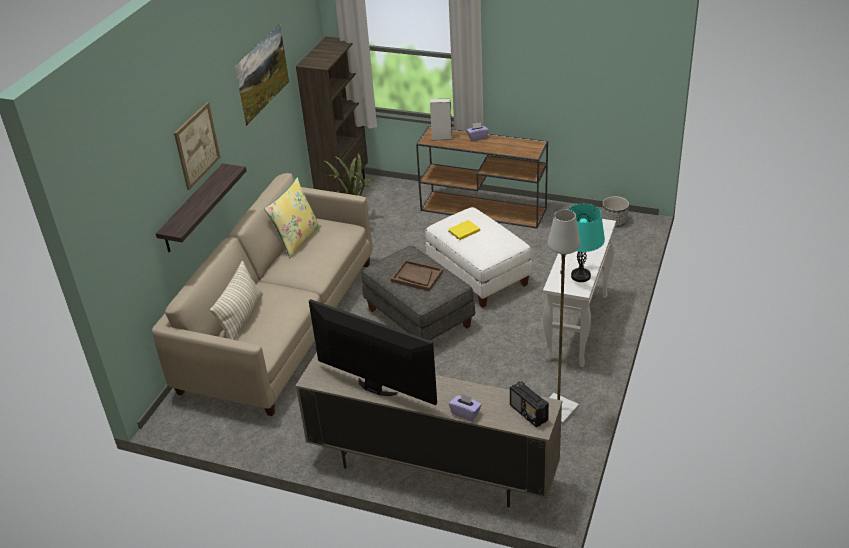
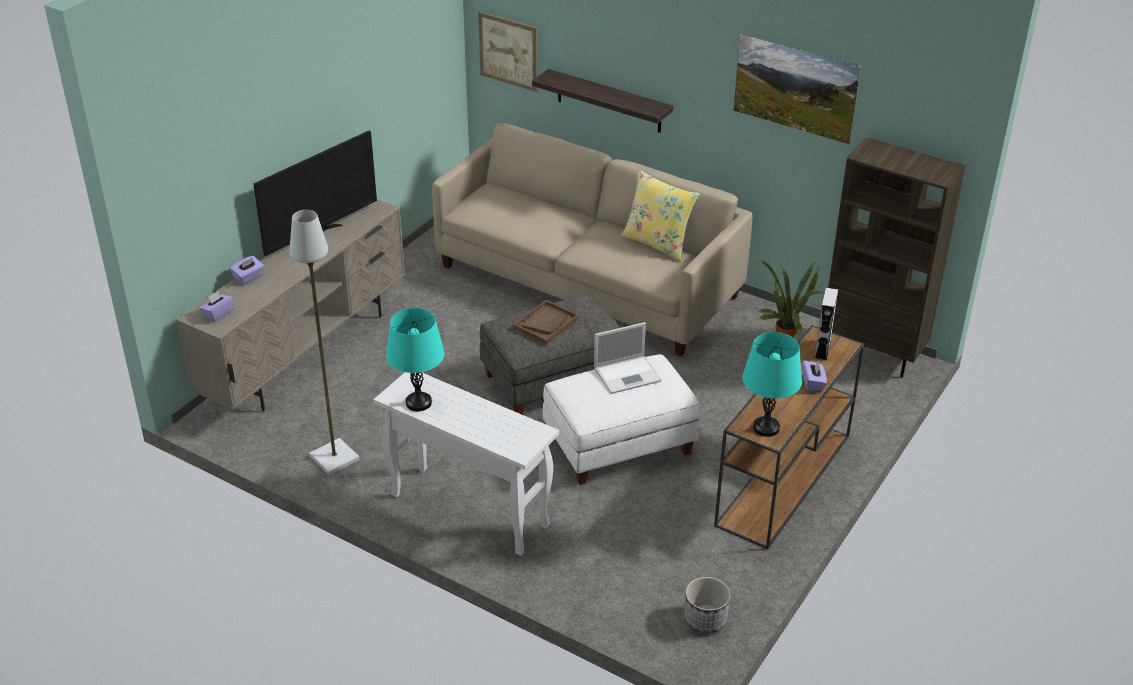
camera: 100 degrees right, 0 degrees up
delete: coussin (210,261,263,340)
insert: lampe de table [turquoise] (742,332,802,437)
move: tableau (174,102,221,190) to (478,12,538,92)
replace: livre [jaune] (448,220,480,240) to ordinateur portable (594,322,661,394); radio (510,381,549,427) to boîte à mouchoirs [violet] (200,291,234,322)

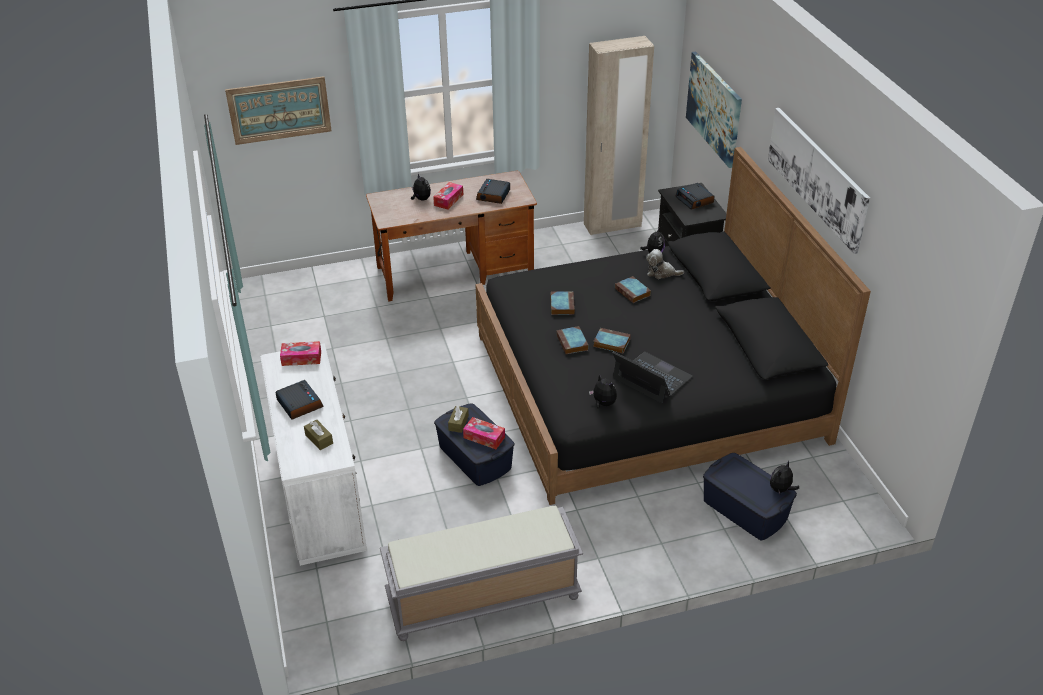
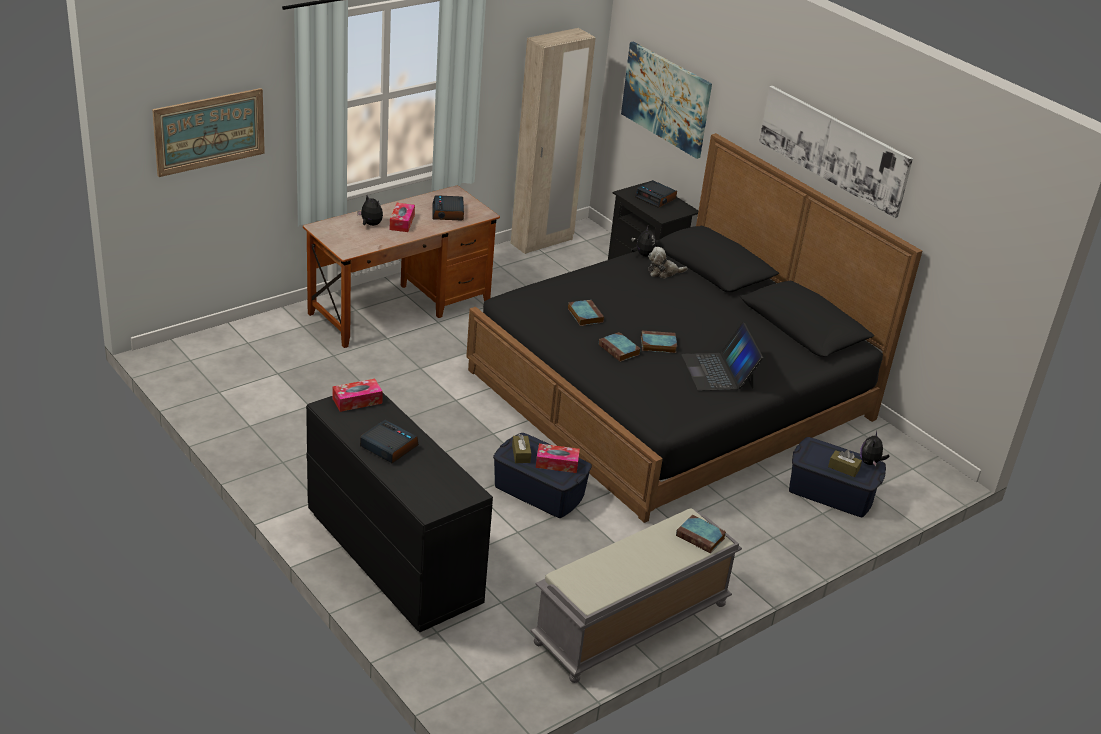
camera: 25 degrees left, 5 degrees down
delete: peluche (589,374,617,409)
move: livre (615,276,651,303) to (676,515,726,553); boîte à mouchoirs [marron] (304,420,333,450) to (828,450,862,477)
recolor: commode [blanc] (260,343,367,566) to commode [noir] (306,393,493,632)
rotate: ordinateur portable (612,351,693,403) = (682,322,763,391) 120 degrees counterclockwise

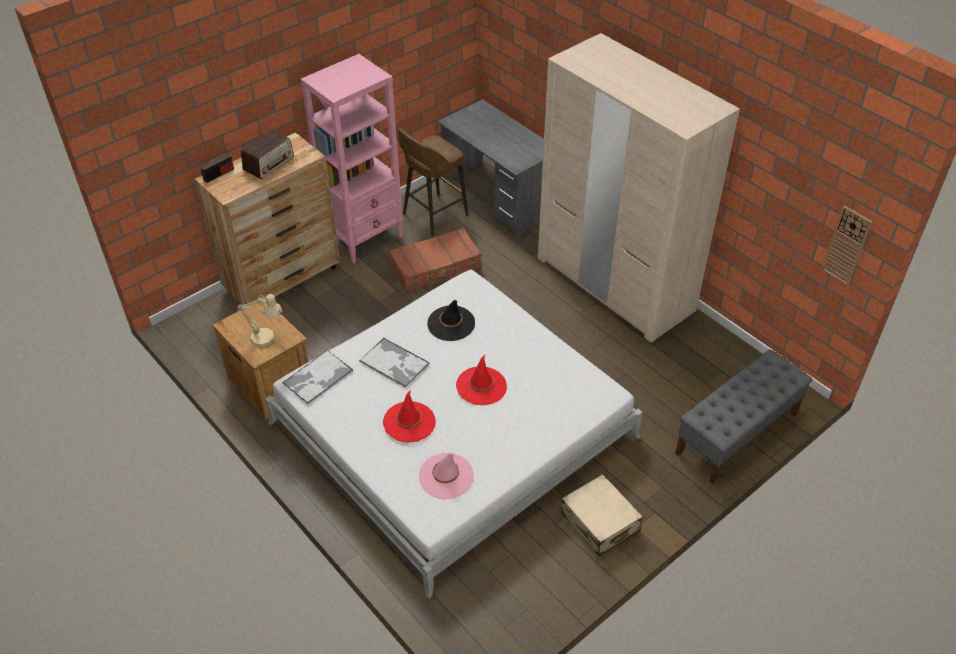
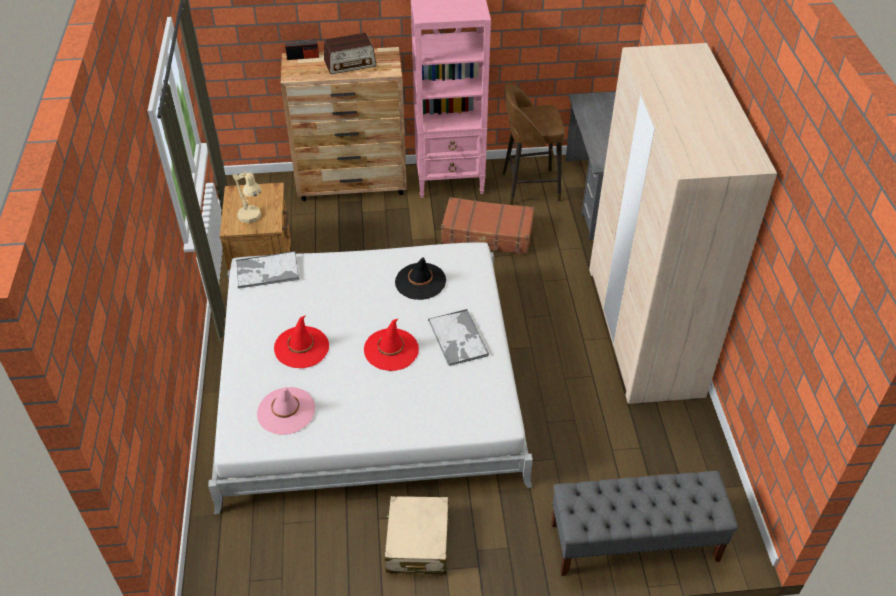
camera: 35 degrees right, 0 degrees up
delete: horloge murale (822,205,872,286)
move: plateau (359,338,430,388) to (428,309,489,366)

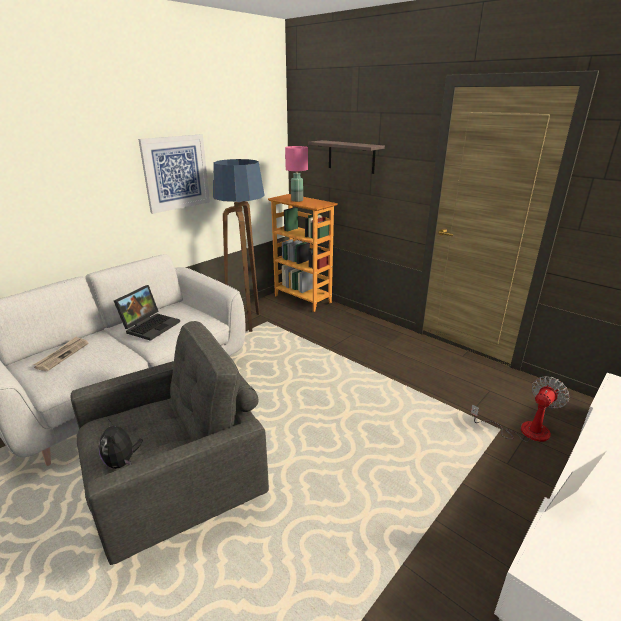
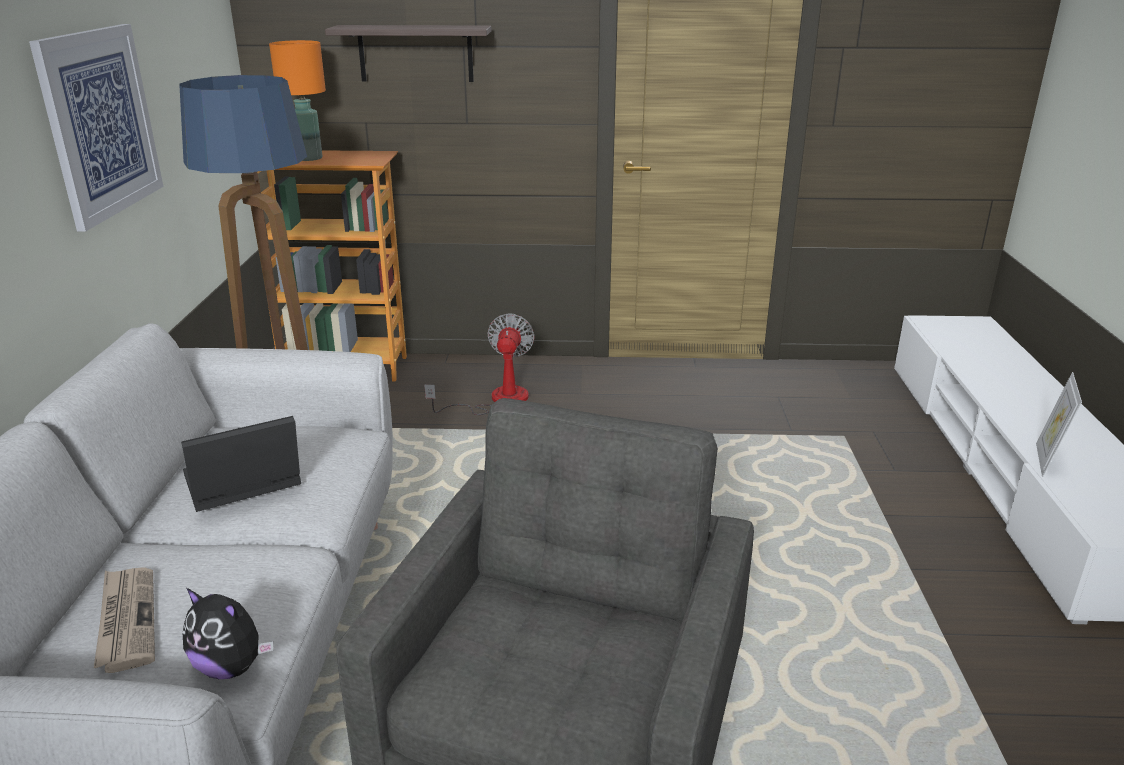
camera: 40 degrees left, 0 degrees up
move: ventilateur (471,376,569,442) to (424,314,535,415); peluche (99,419,143,469) to (183,588,273,679)
recolor: lampe de table [rose] (285,146,308,202) to lampe de table [orange] (269,40,326,161)
rotate: ordinateur portable (114,285,180,341) = (181,416,301,512) 105 degrees counterclockwise

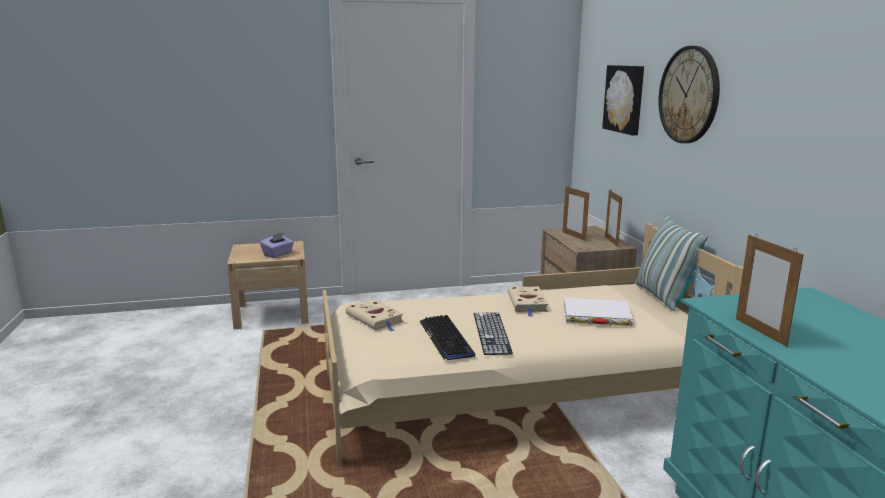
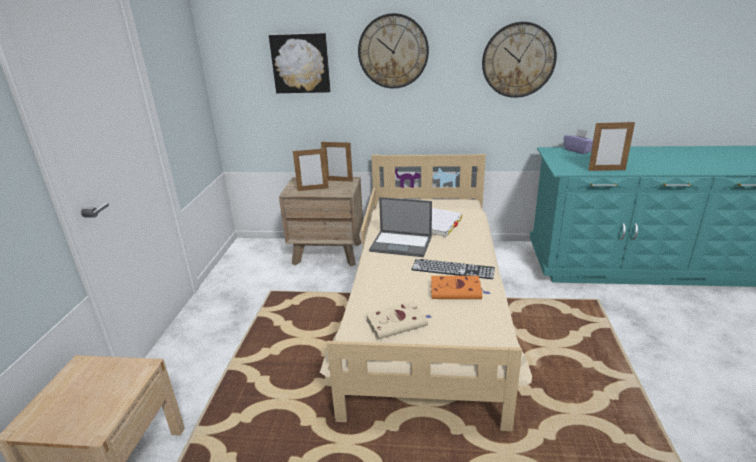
camera: 70 degrees left, 10 degrees up
delete: coussin (635,215,708,311)
insert: horloge murale (482,22,557,98)
move: boîte à mouchoirs [violet] (260,232,294,258) to (564,129,593,154)
replace: livre [beige] (508,286,549,317) to ordinateur portable (369,197,432,257); clavier (420,315,475,360) to livre [orange] (431,276,490,299)

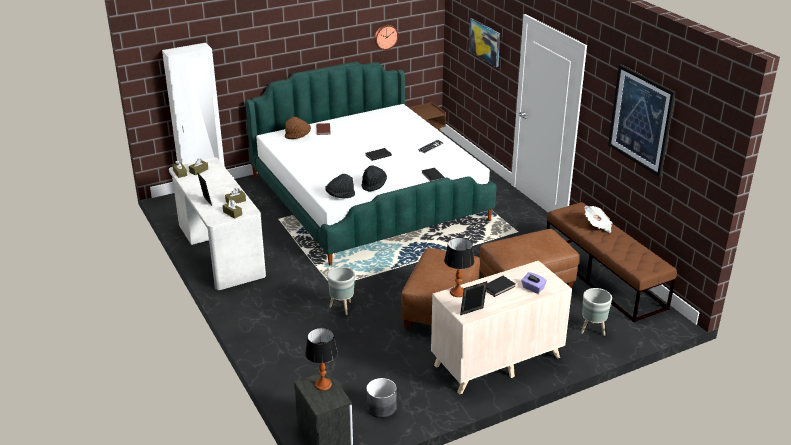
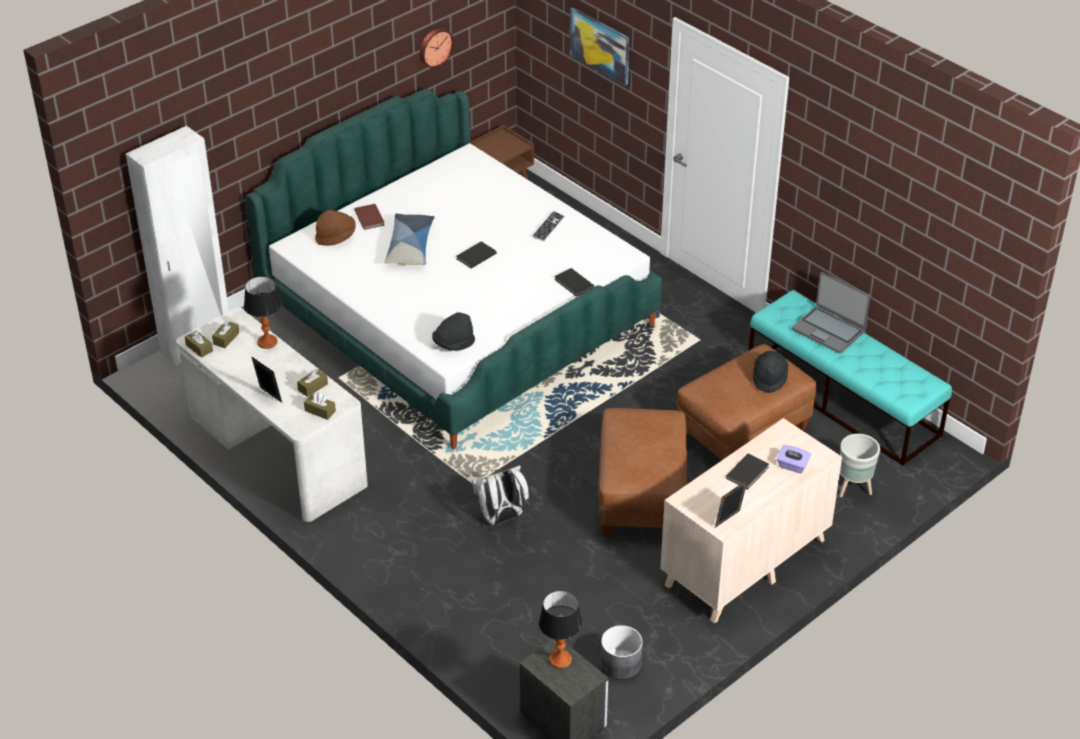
camera: 15 degrees left, 10 degrees up
delete: tableau (608,65,675,177)
insert: coussin (384,214,435,265)
move: chapeau [noir] (362,165,387,192) to (753,351,788,393); lampe de table (444,237,475,297) to (244,276,282,349)
replace: journal (585,206,612,233) to ordinateur portable (792,272,870,353); cache-pot [gris] (327,267,355,315) to sac à dos [blanc] (472,465,529,526)
recolor: banc [marron] (547,202,677,322) to banc [turquoise] (749,290,952,466)

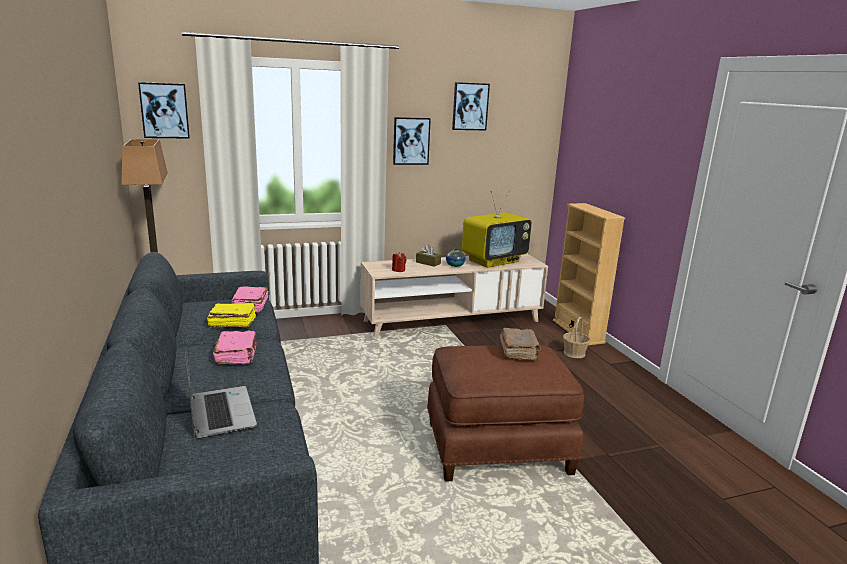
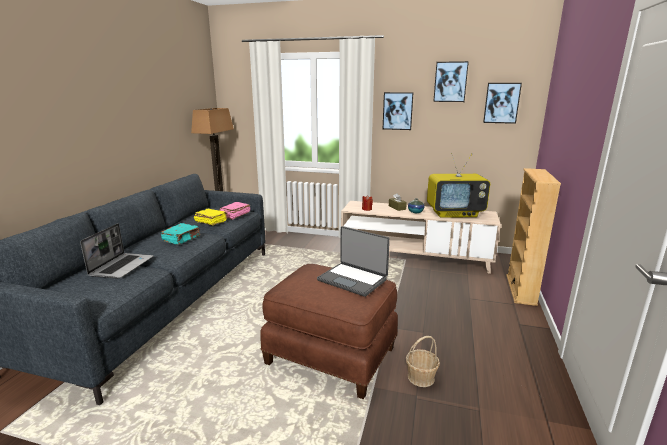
camera: 35 degrees right, 0 degrees up
move: tableau (138,82,190,139) to (483,83,522,124); panier (563,317,590,358) to (406,336,440,387)
replace: livre [marron] (500,328,541,361) to ordinateur portable (317,226,390,297)
recolor: livre [rose] (213,330,257,364) to livre [turquoise] (161,223,200,245)

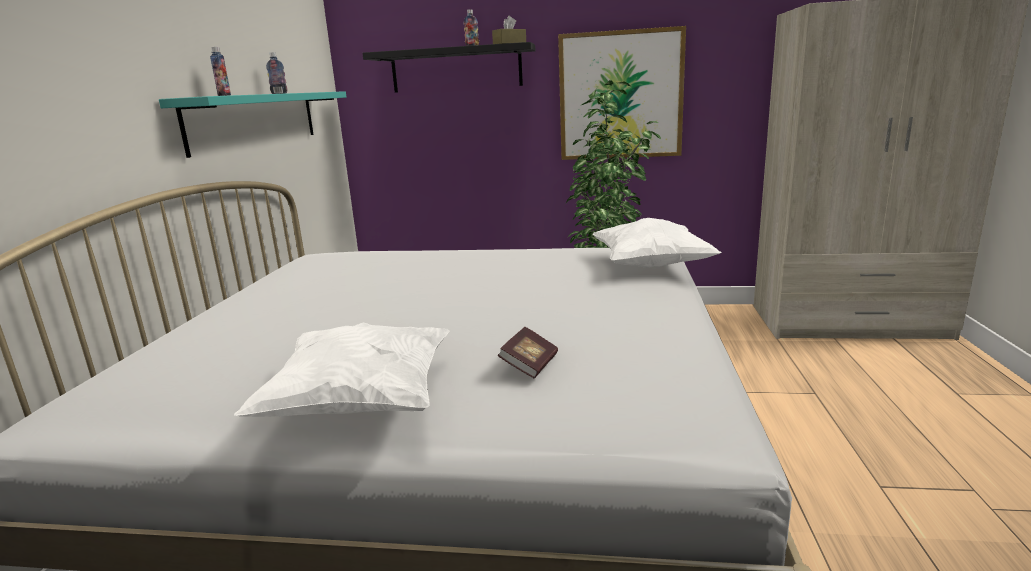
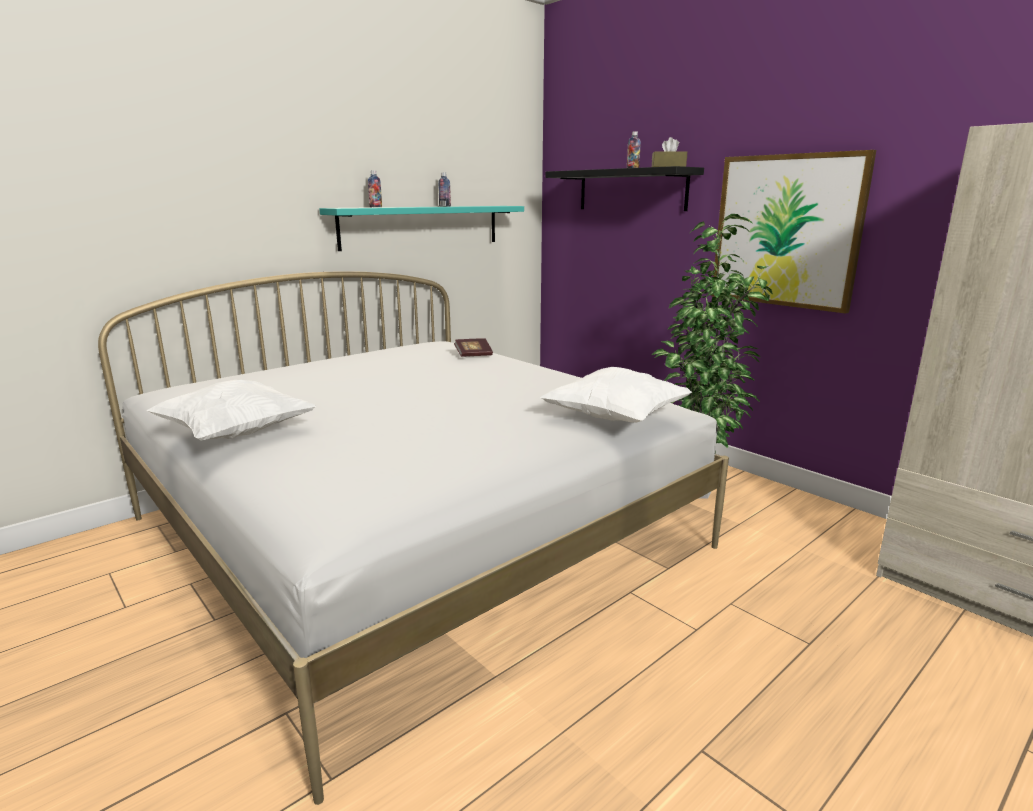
camera: 40 degrees right, 0 degrees up
move: livre (498,327,558,378) to (454,339,493,357)

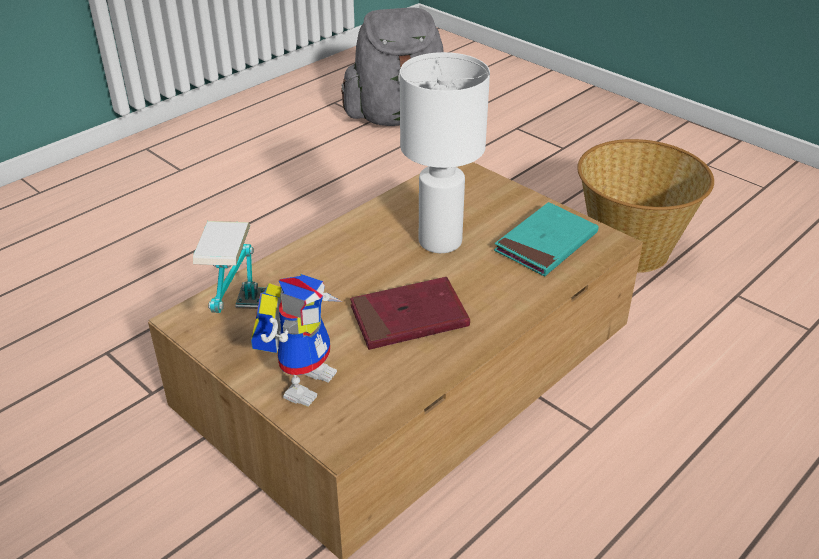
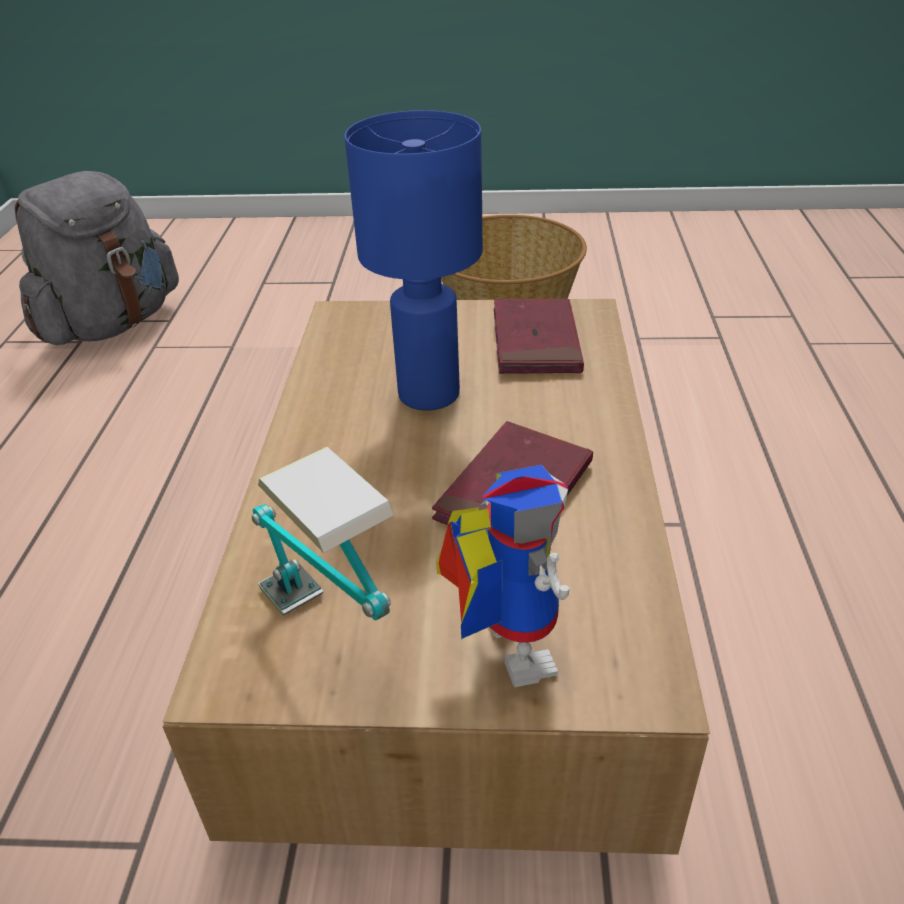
camera: 40 degrees left, 0 degrees up
recolor: lampe de table [blanc] (400,52,490,253) to lampe de table [bleu] (344,110,483,410); livre [turquoise] (494,202,599,276) to livre [rouge] (494,298,584,374)

